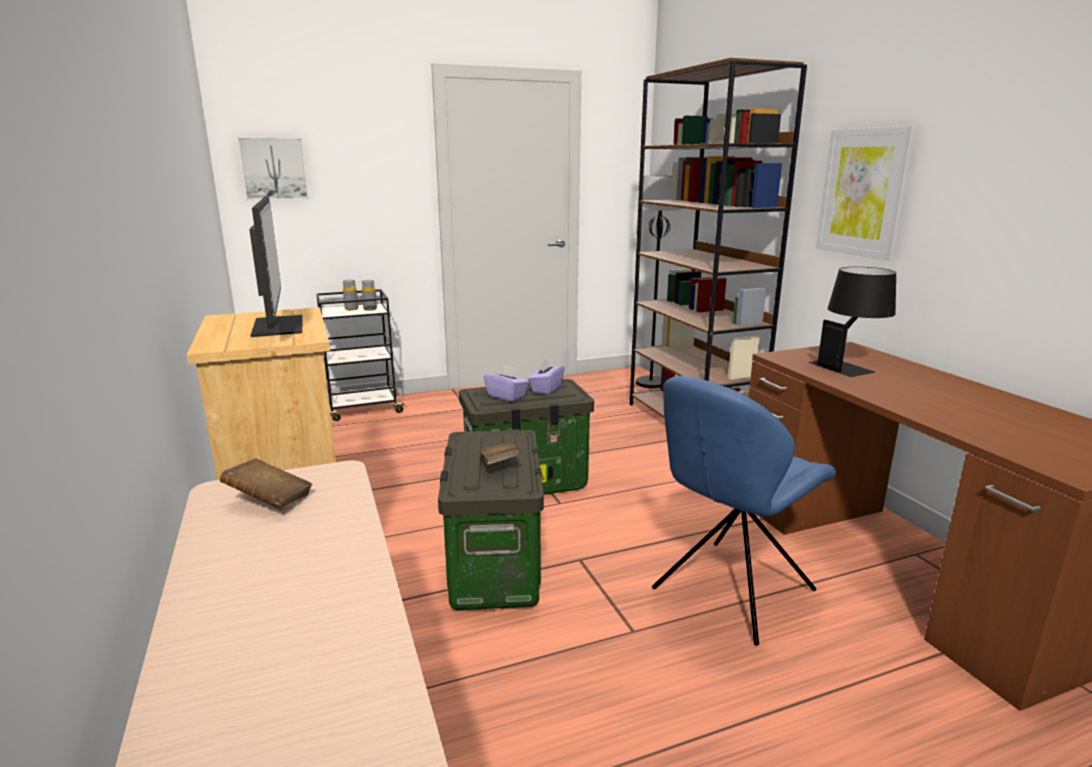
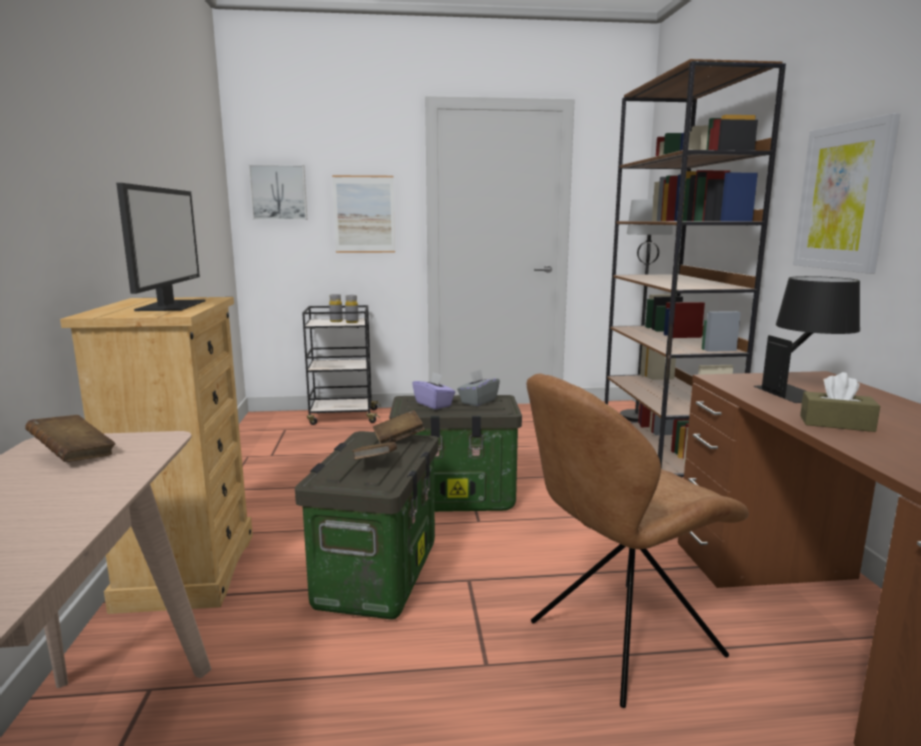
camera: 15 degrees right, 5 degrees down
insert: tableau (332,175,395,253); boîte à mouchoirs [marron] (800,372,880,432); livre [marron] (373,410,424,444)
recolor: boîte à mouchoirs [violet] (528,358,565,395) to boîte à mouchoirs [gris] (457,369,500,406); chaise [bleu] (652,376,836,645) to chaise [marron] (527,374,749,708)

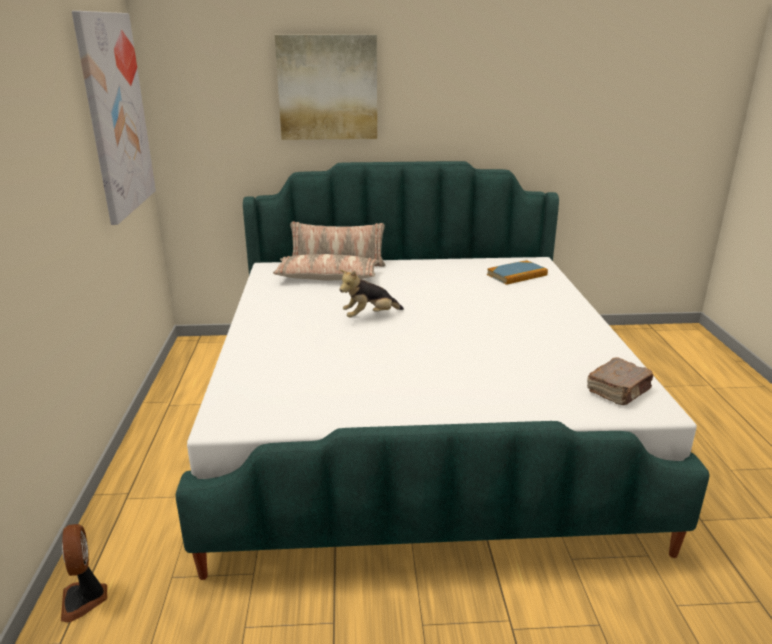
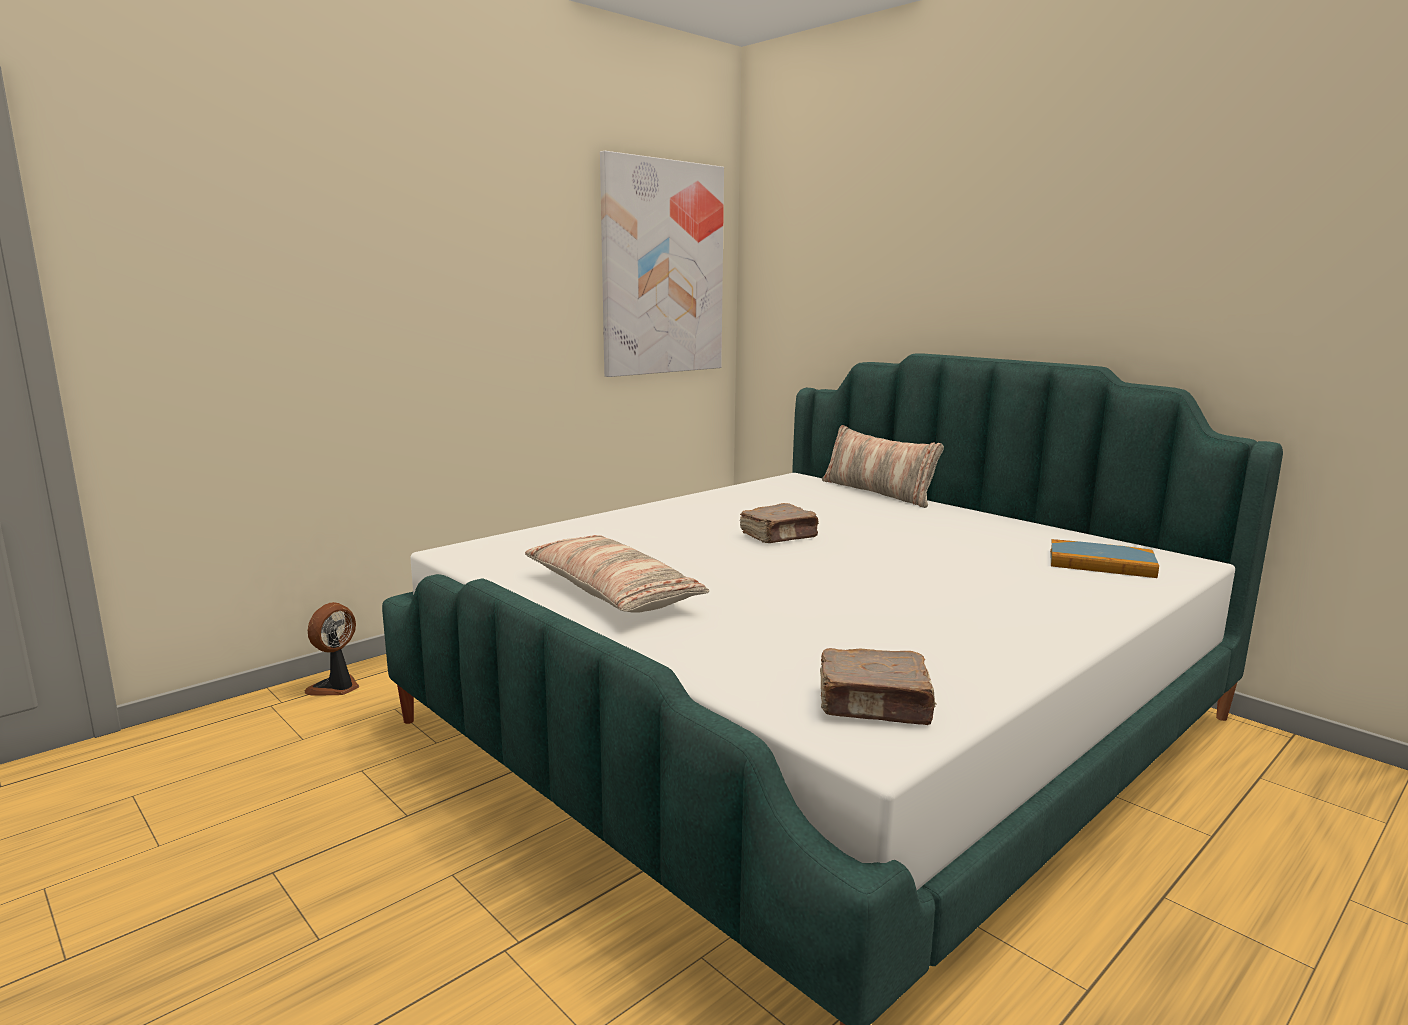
camera: 50 degrees right, 10 degrees down
delete: tableau (275,35,377,140)
move: coussin (273,254,380,281) to (525,535,709,613)
replace: peluche (339,270,404,318) to livre [marron] (740,503,819,543)

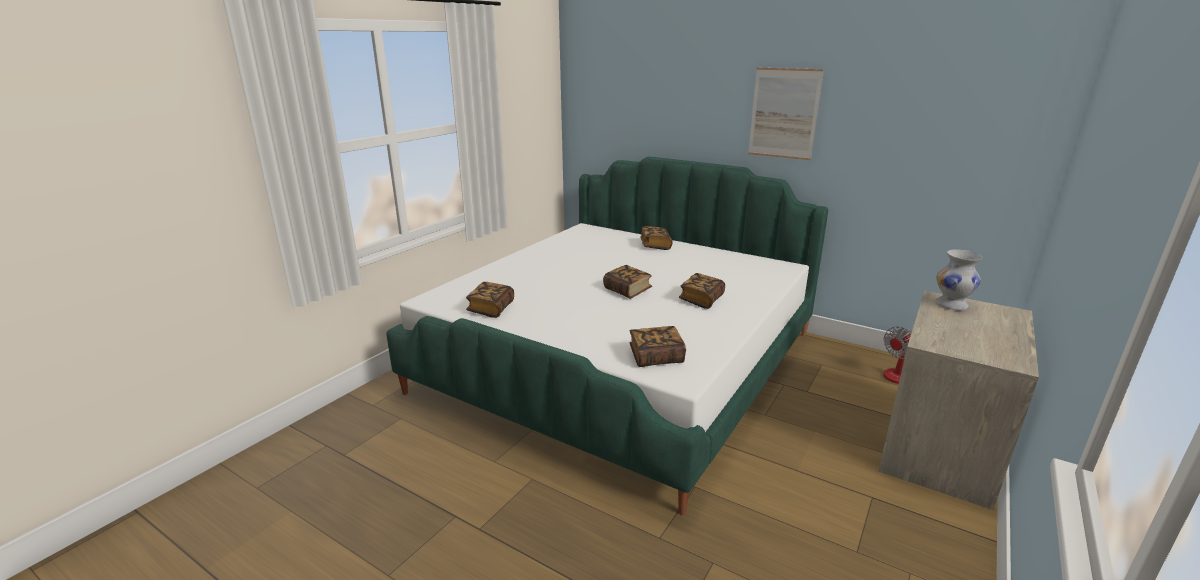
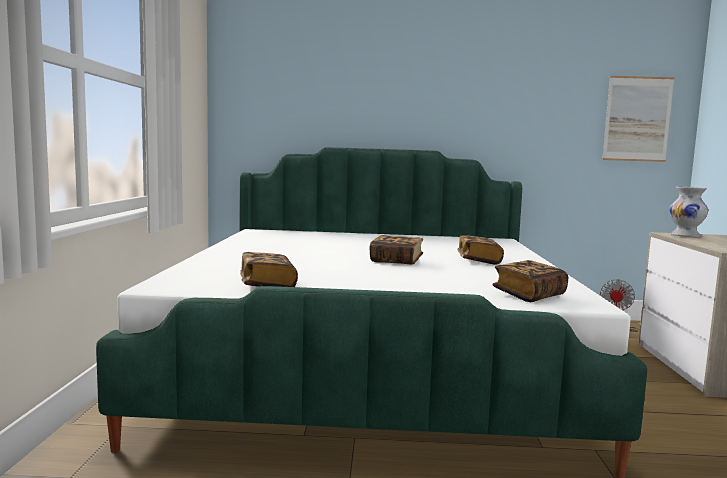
camera: 30 degrees left, 15 degrees down
delete: livre (640,226,673,250)
move: tableau (748,68,824,160) to (602,76,675,162)

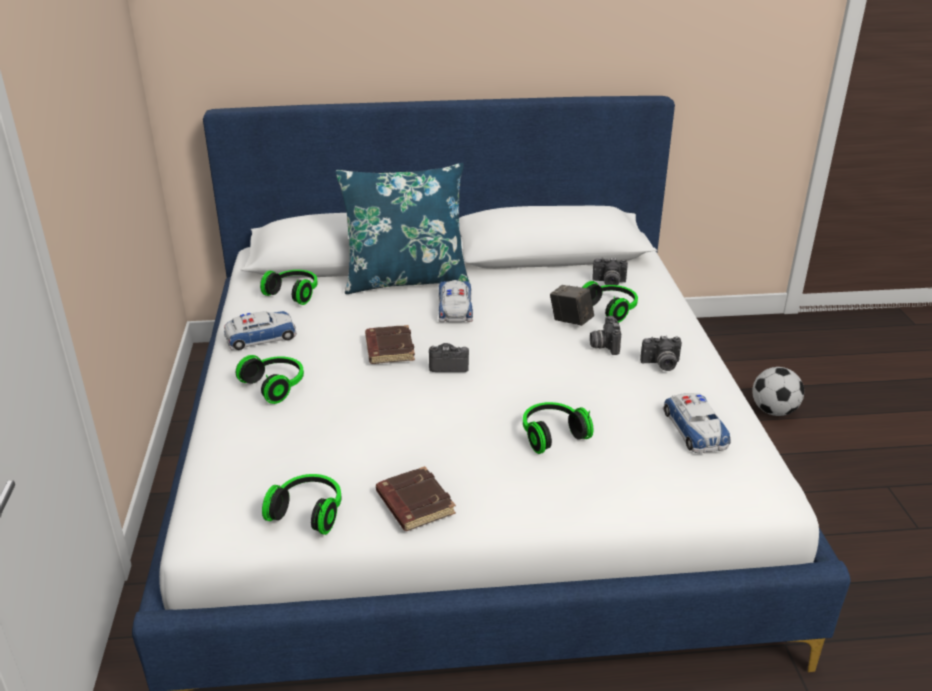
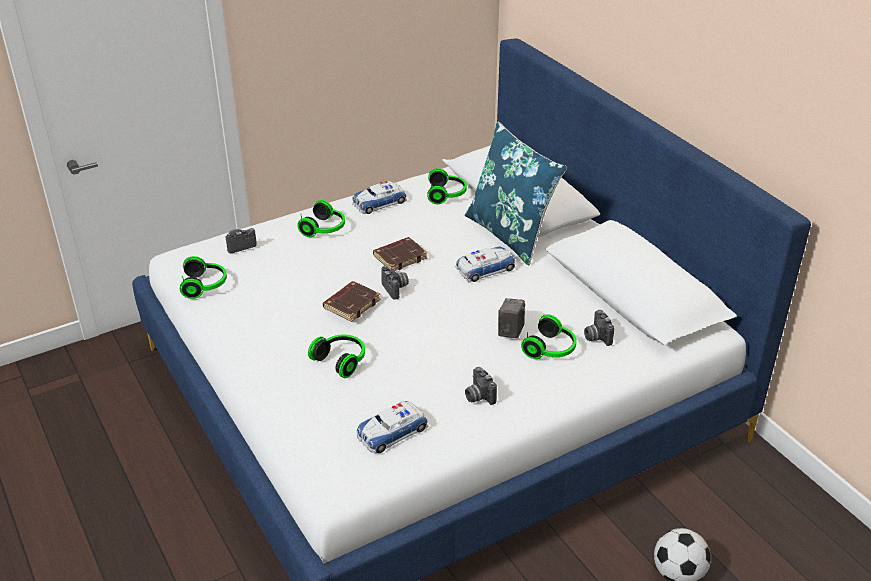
camera: 65 degrees right, 5 degrees up
move: appareil photo (590,316,621,355) to (226,228,257,253); livre [marron] (376,466,456,531) to (323,281,380,322)
rotate: petite voiture (224,311,297,350) = (352,181,407,214) 105 degrees clockwise

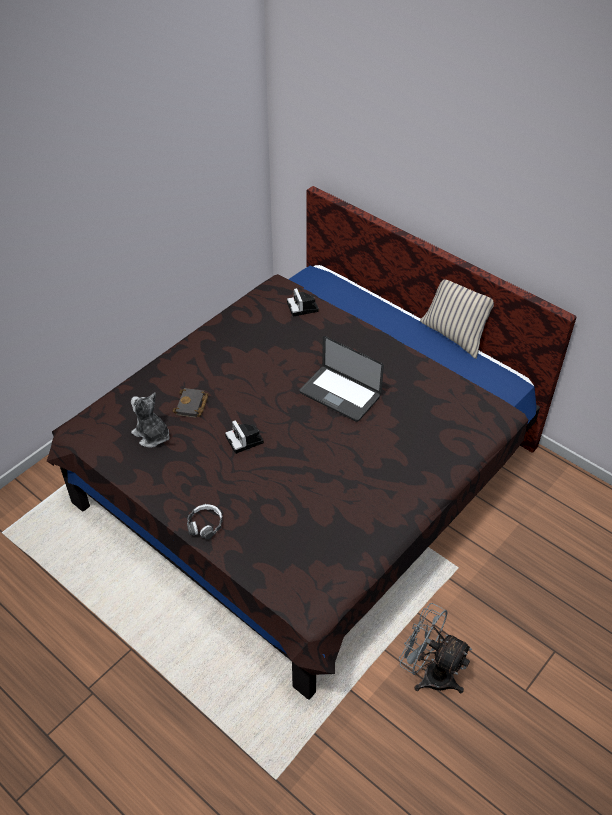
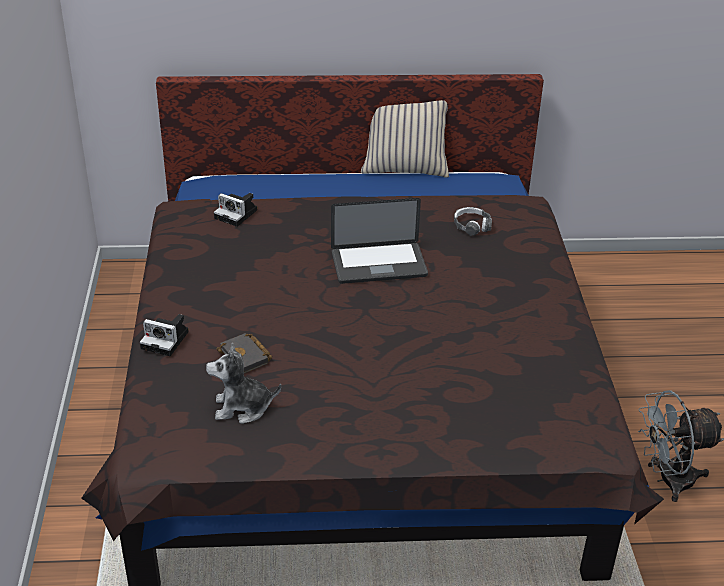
camera: 45 degrees left, 10 degrees down
move: appareil photo (225,420,264,454) to (140,314,189,356); casque audio (187,504,223,539) to (454,207,492,236)

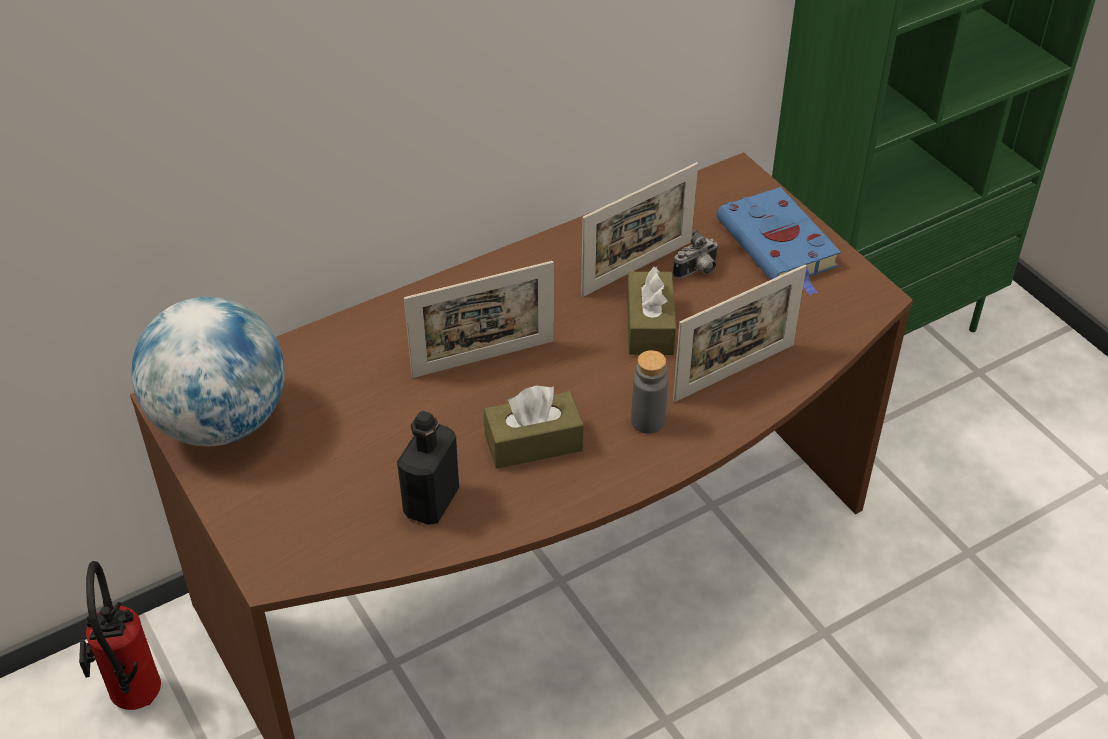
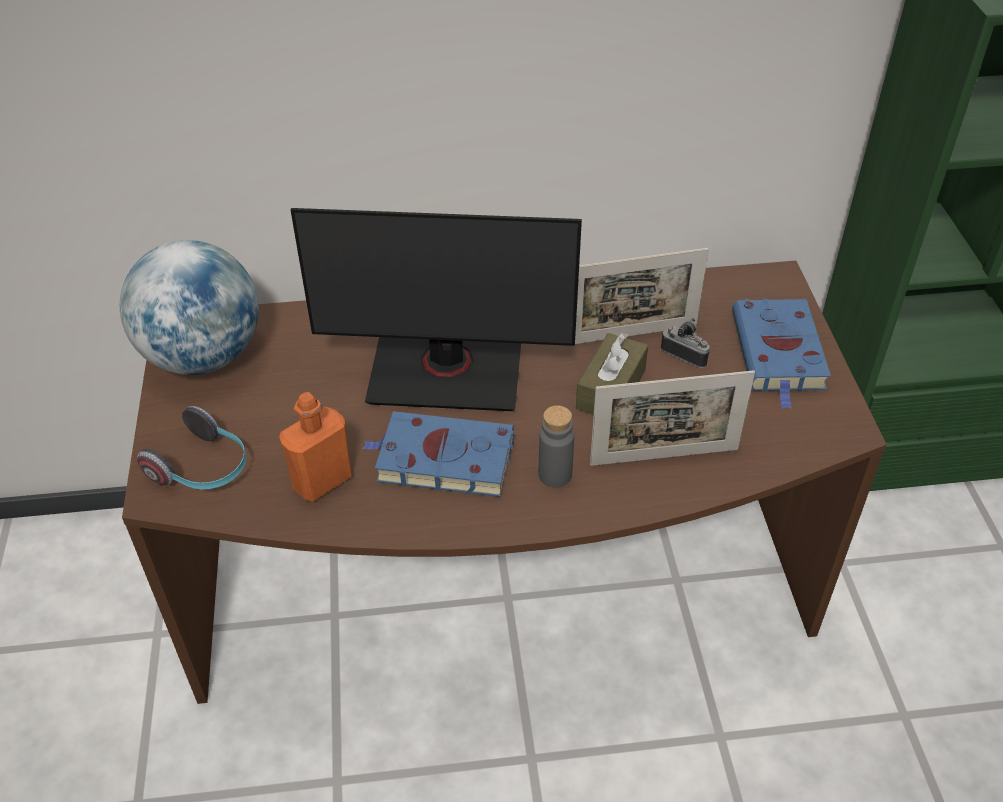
camera: 25 degrees right, 0 degrees up
delete: extincteur (79,561,161,710)
insert: casque audio (137,406,246,489)
replace: cadre photo (404,261,554,378) to écran d'ordinateur (291,208,582,411); boîte à mouchoirs [marron] (484,385,584,469) to livre [bleu] (362,411,514,497)
recolor: bouteille [noir] (397,411,459,524) to bouteille [orange] (279,392,351,501)
rotate: appareil photo (673,230,719,279) = (661,318,711,368) 135 degrees counterclockwise

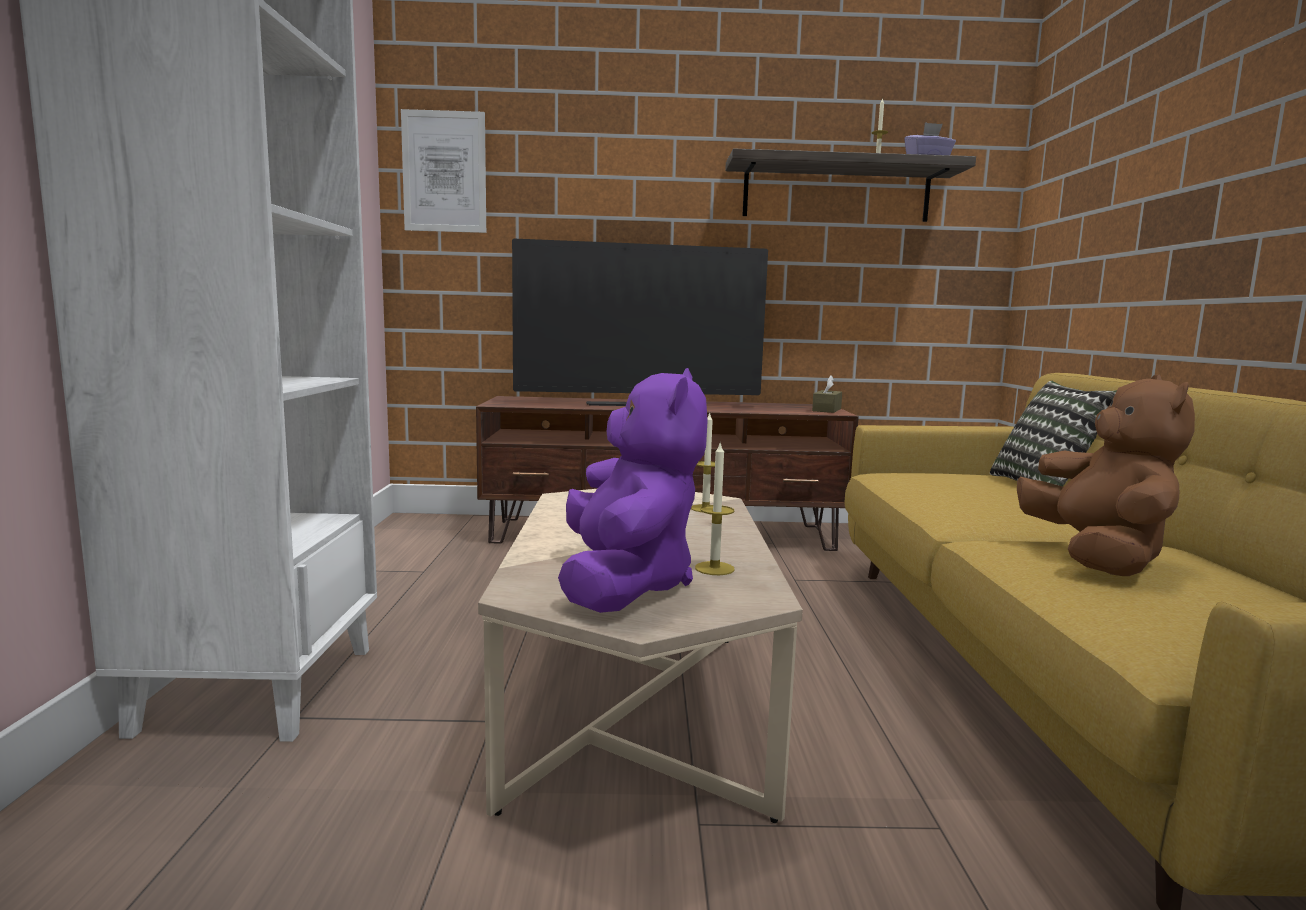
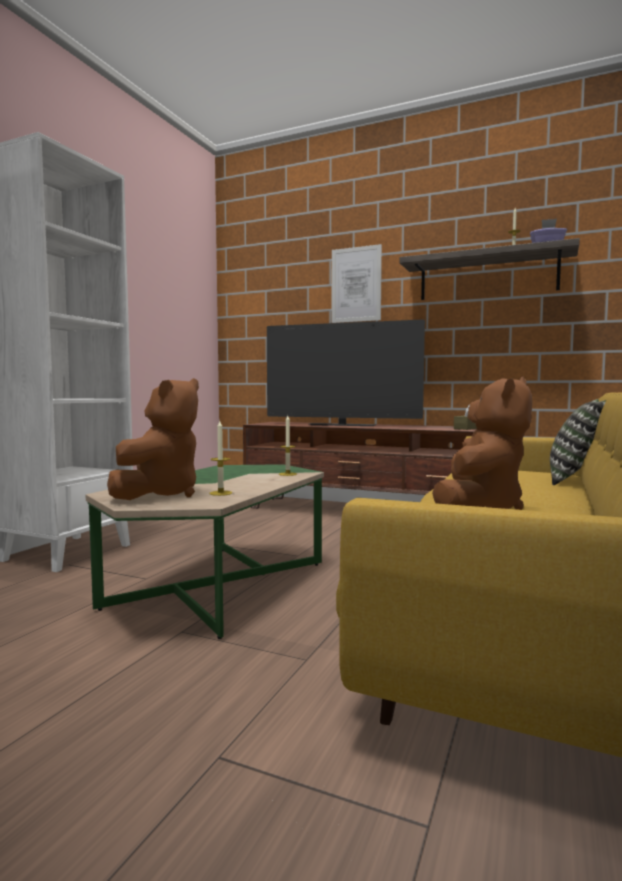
camera: 25 degrees right, 5 degrees down
move: tableau (401,109,486,233) to (331,244,382,323)
recolor: peluche [violet] (558,368,708,613) to peluche [marron] (107,378,199,500); table basse [beige] (478,489,803,823) to table basse [vert] (85,464,324,639)

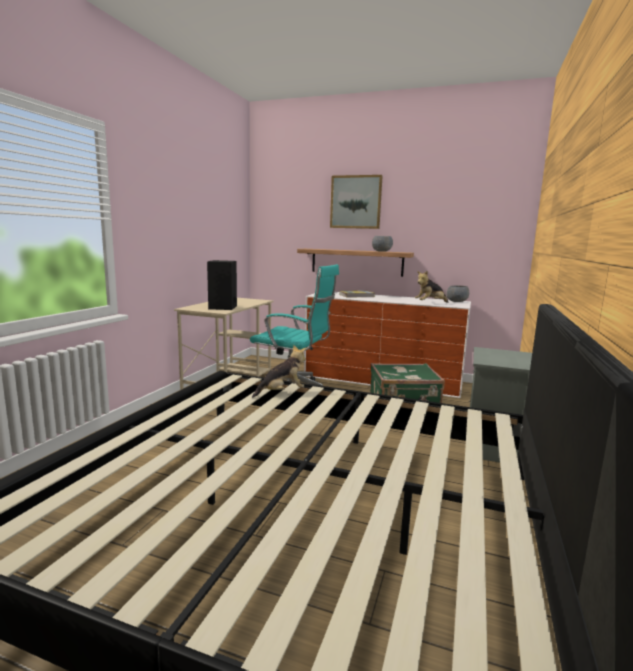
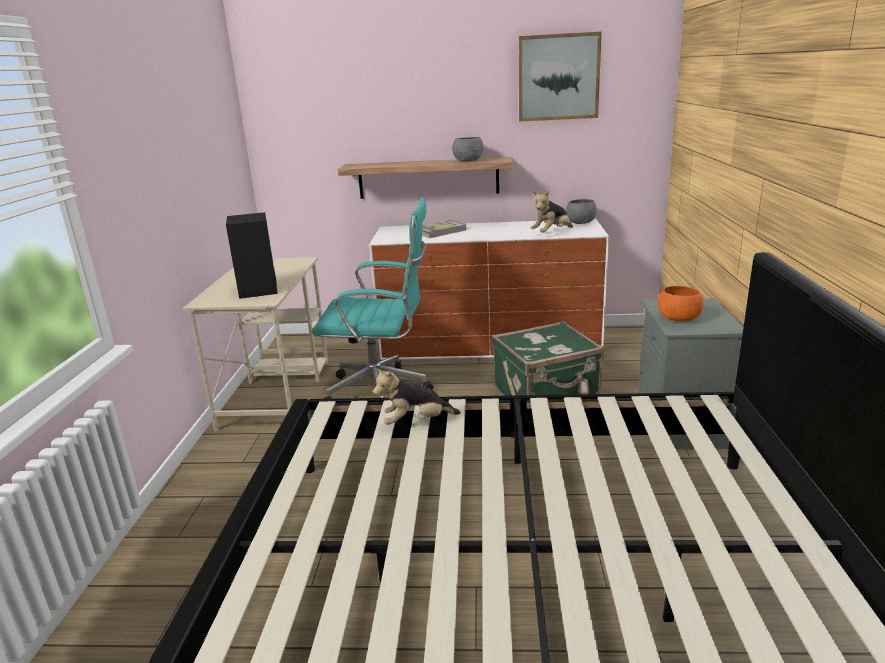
camera: 15 degrees left, 10 degrees up
insert: bol [orange] (658,286,704,322)
move: tableau (330,175,383,229) to (519,32,602,122)
rotate: peluche (252,345,306,398) = (373,368,461,425) 150 degrees counterclockwise

